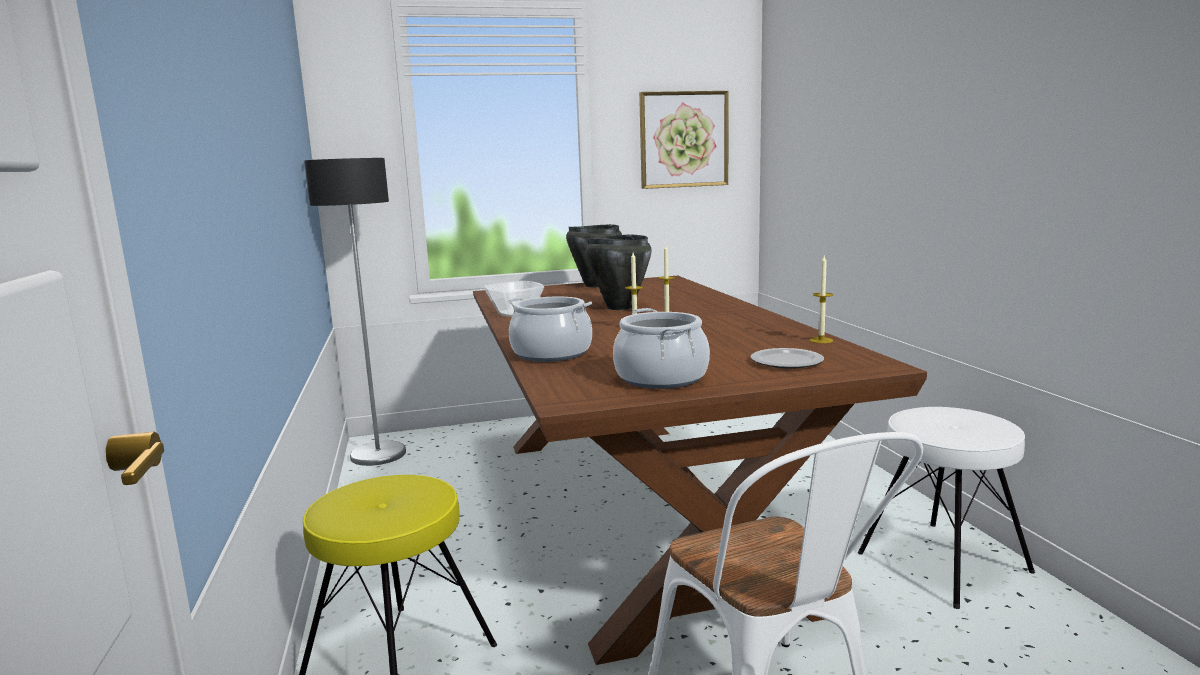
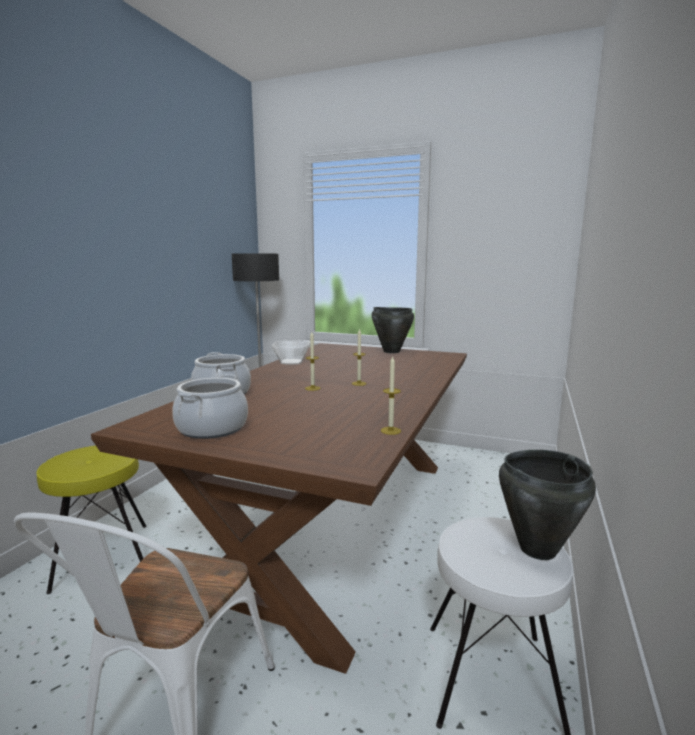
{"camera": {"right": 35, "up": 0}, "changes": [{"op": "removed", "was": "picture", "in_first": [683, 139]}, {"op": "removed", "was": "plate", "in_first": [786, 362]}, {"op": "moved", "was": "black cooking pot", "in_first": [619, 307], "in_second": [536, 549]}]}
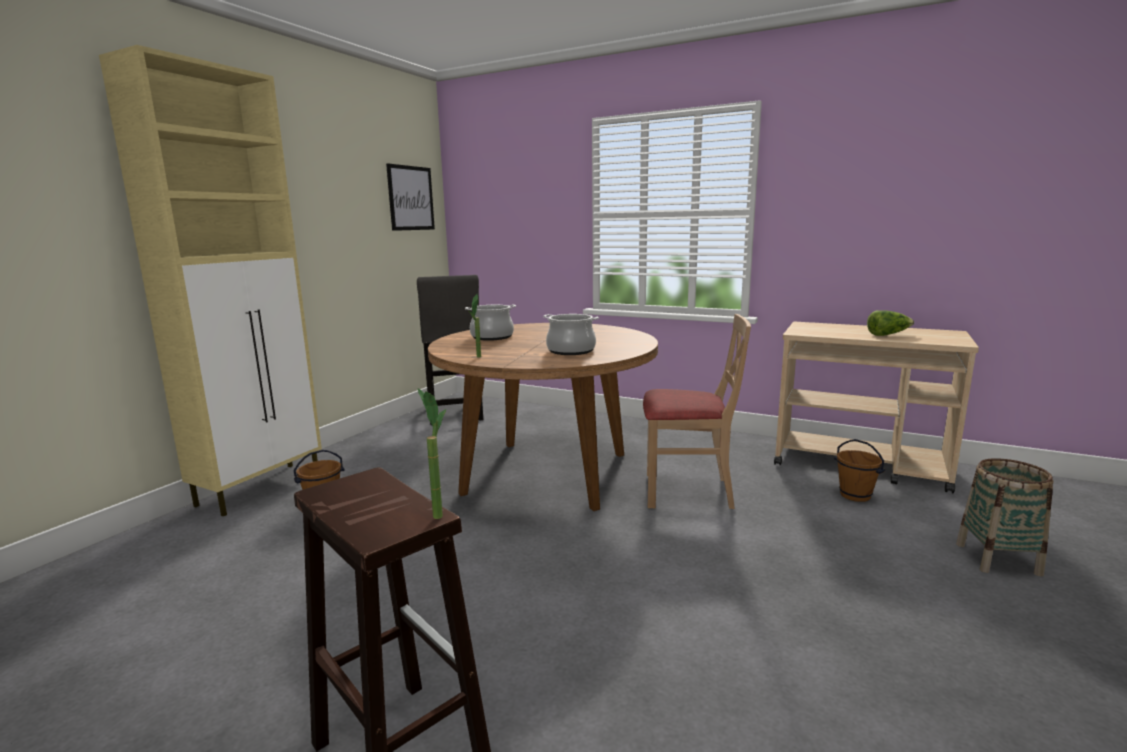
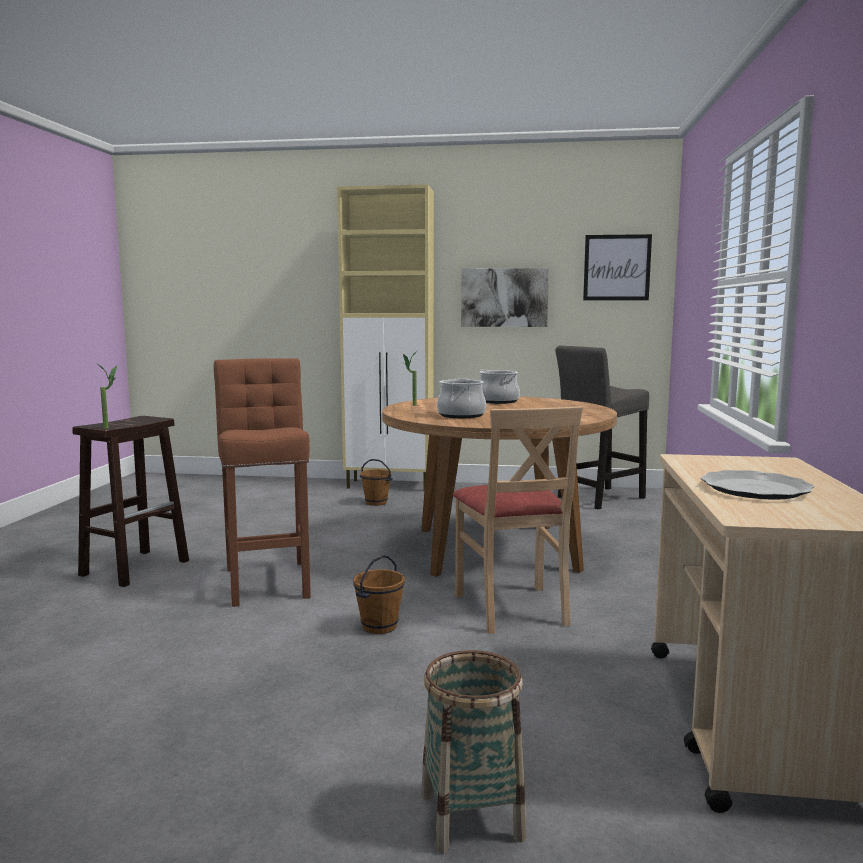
{"camera": {"right": 70, "up": -5}, "changes": [{"op": "added", "now": "brown stool", "in_second": [268, 580]}, {"op": "added", "now": "picture", "in_second": [504, 297]}, {"op": "moved", "was": "brown bucket", "in_first": [855, 495], "in_second": [380, 627]}, {"op": "replaced", "was": "lettuce", "now": "plate", "in_first": [887, 334], "in_second": [755, 489]}]}
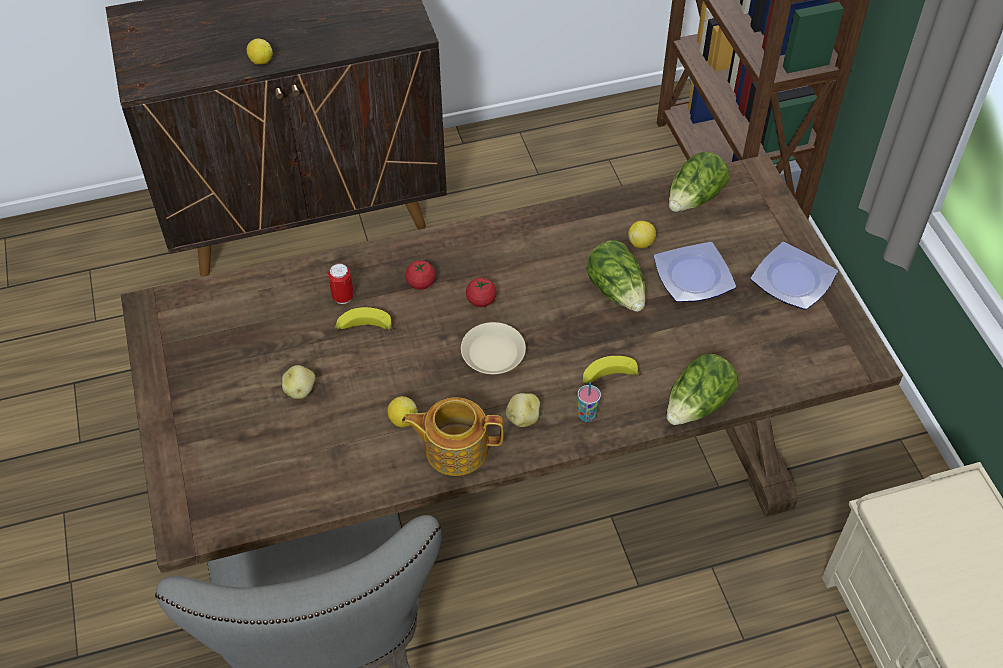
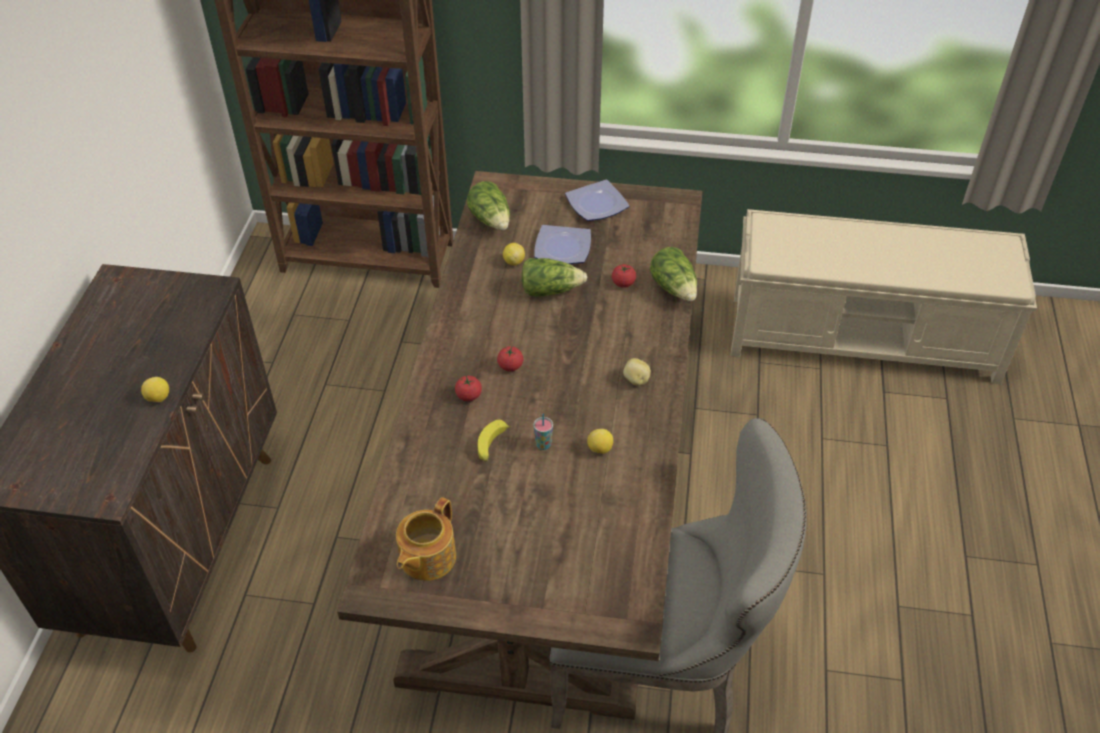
{"camera": {"right": -65, "up": -5}, "changes": [{"op": "removed", "was": "potato", "in_first": [300, 390]}, {"op": "removed", "was": "can", "in_first": [343, 297]}, {"op": "removed", "was": "beige plate", "in_first": [493, 352]}, {"op": "removed", "was": "banana", "in_first": [608, 377]}, {"op": "added", "now": "tomato", "in_second": [623, 283]}, {"op": "moved", "was": "teapot", "in_first": [455, 448], "in_second": [426, 557]}, {"op": "moved", "was": "cup", "in_first": [587, 415], "in_second": [543, 444]}]}
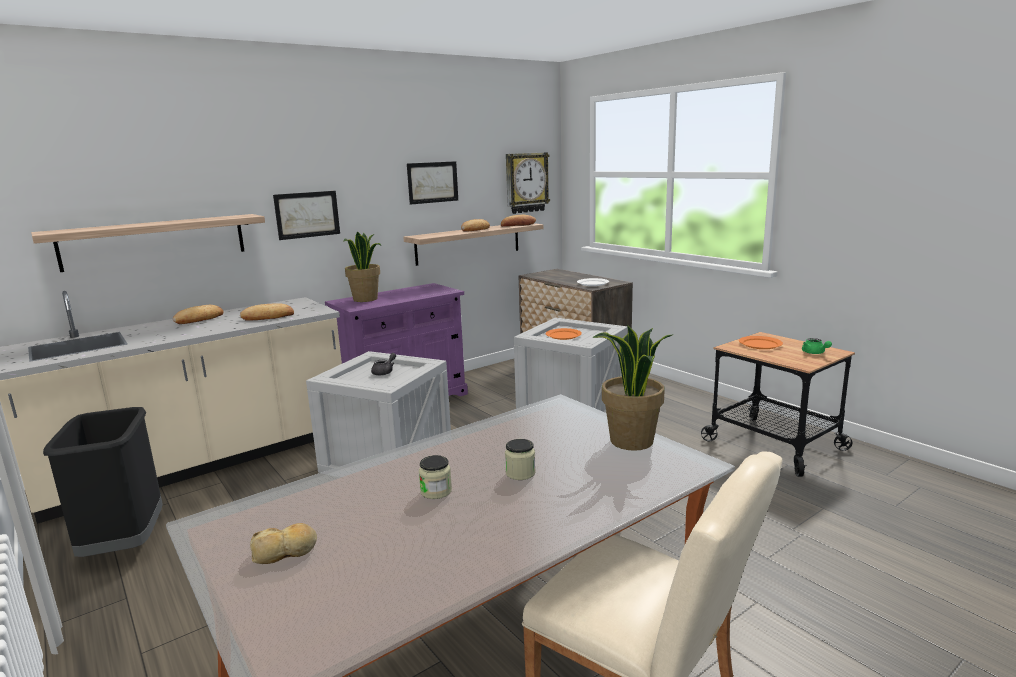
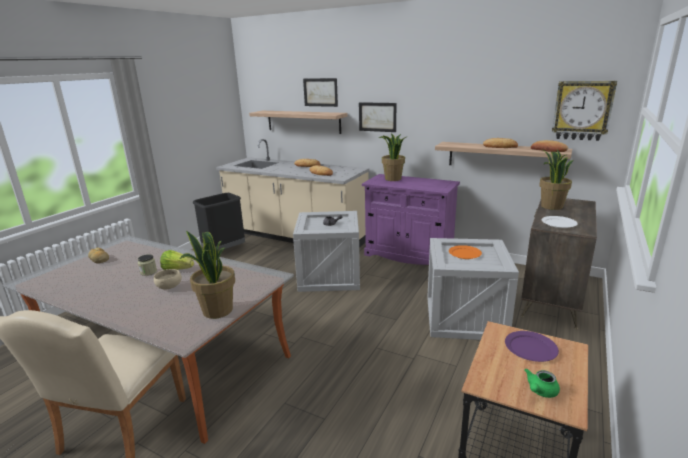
{"camera": {"right": 65, "up": 5}, "changes": [{"op": "added", "now": "lettuce", "in_second": [177, 269]}, {"op": "added", "now": "potted plant", "in_second": [551, 206]}, {"op": "moved", "was": "picture", "in_first": [432, 182], "in_second": [320, 92]}, {"op": "replaced", "was": "jar", "now": "beige bowl", "in_first": [520, 473], "in_second": [169, 286]}, {"op": "recoloured", "was": "orange plate", "now": "purple plate", "in_first": [759, 344], "in_second": [530, 348]}]}
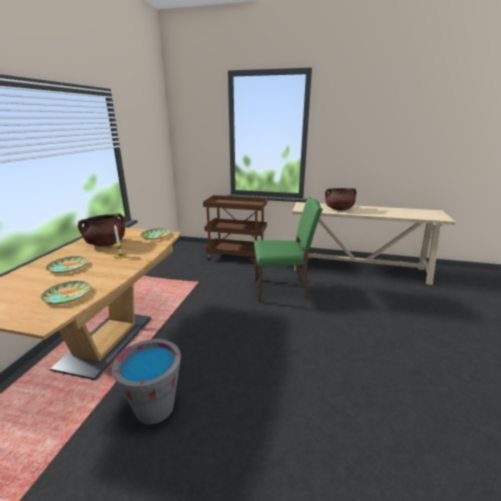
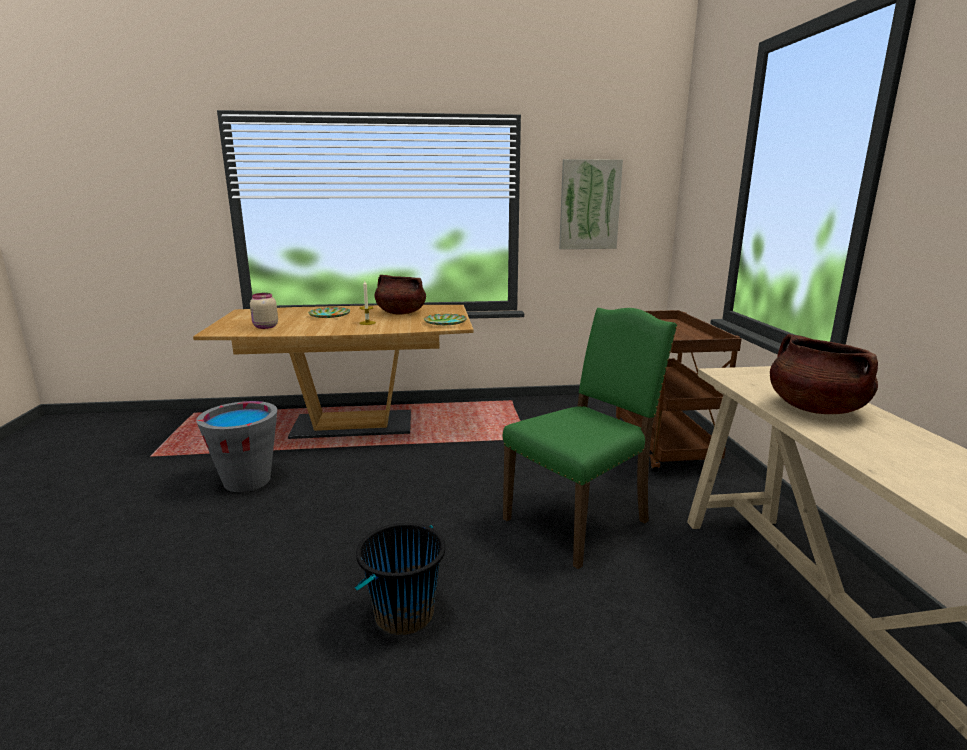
{"camera": {"right": 70, "up": -5}, "changes": [{"op": "added", "now": "black bucket", "in_second": [404, 614]}, {"op": "added", "now": "picture", "in_second": [589, 205]}, {"op": "replaced", "was": "plate", "now": "beige jar", "in_first": [67, 295], "in_second": [265, 327]}, {"op": "turned", "was": "green chair", "in_first": [282, 289], "in_second": [581, 520], "clockwise": -105}]}
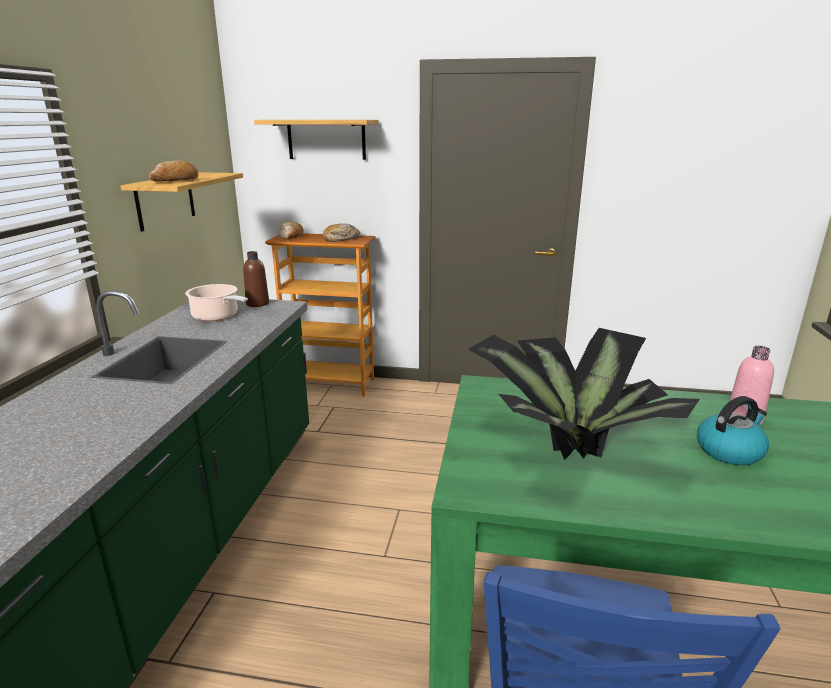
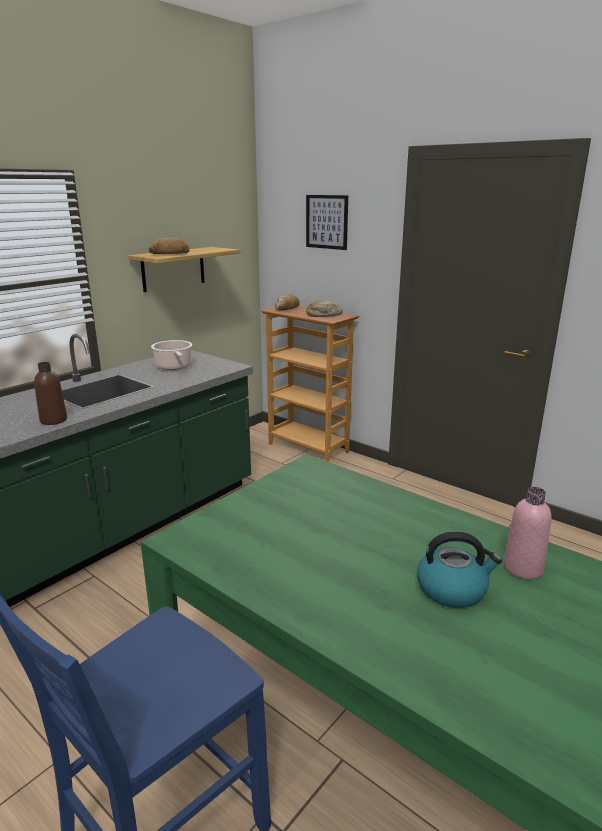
{"camera": {"right": 30, "up": 0}, "changes": [{"op": "removed", "was": "potted plant", "in_first": [569, 441]}, {"op": "moved", "was": "brown bottle", "in_first": [257, 304], "in_second": [53, 420]}, {"op": "replaced", "was": "shelf", "now": "picture", "in_first": [326, 139], "in_second": [327, 222]}]}
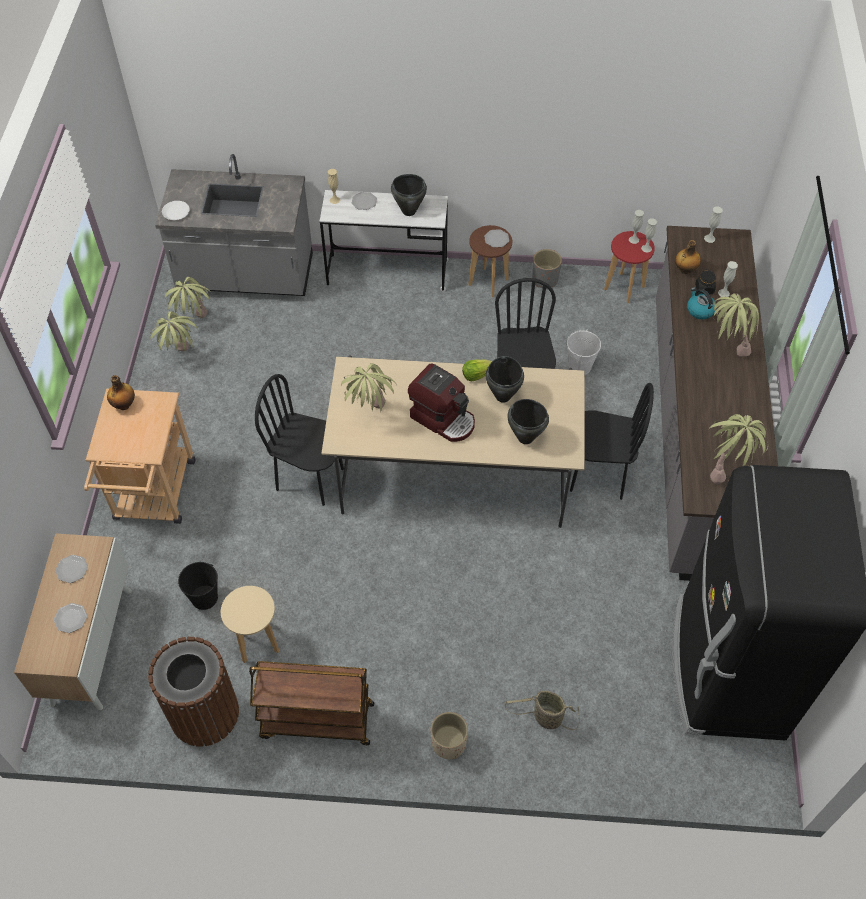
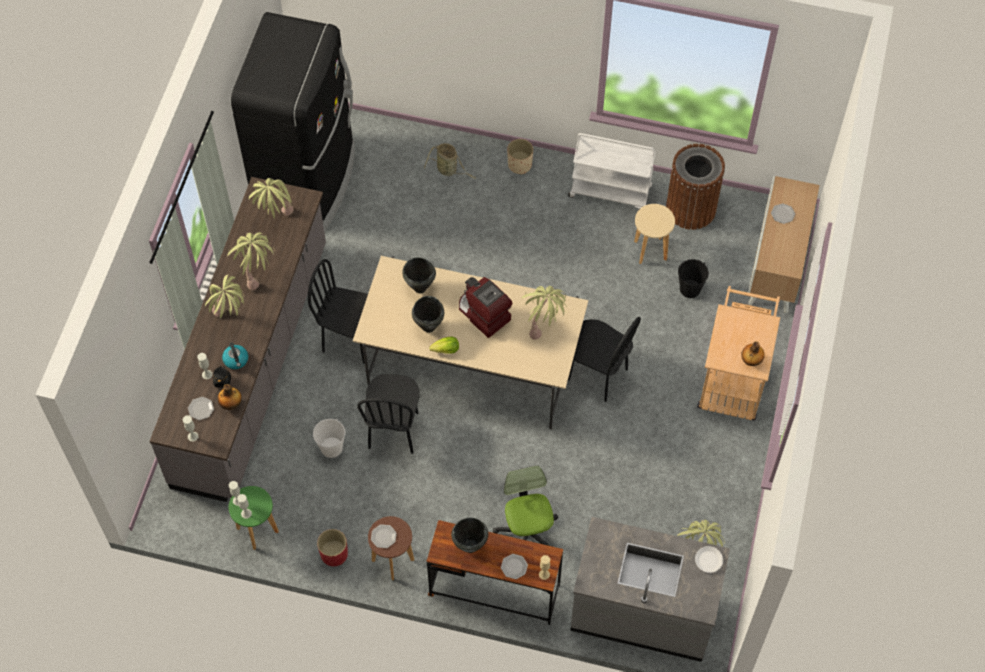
{"camera": {"right": -170, "up": 5}, "changes": [{"op": "added", "now": "office chair", "in_second": [527, 532]}, {"op": "moved", "was": "plate", "in_first": [71, 569], "in_second": [201, 409]}, {"op": "moved", "was": "potted plant", "in_first": [181, 359], "in_second": [256, 274]}, {"op": "recoloured", "was": "brown cart", "now": "white cart", "in_first": [316, 721], "in_second": [610, 191]}, {"op": "recoloured", "was": "white desk", "now": "brown desk", "in_first": [387, 272], "in_second": [494, 590]}, {"op": "recoloured", "was": "grey planter", "now": "red planter", "in_first": [545, 279], "in_second": [334, 554]}, {"op": "recoloured", "was": "red stool", "now": "green stool", "in_first": [624, 288], "in_second": [258, 530]}]}
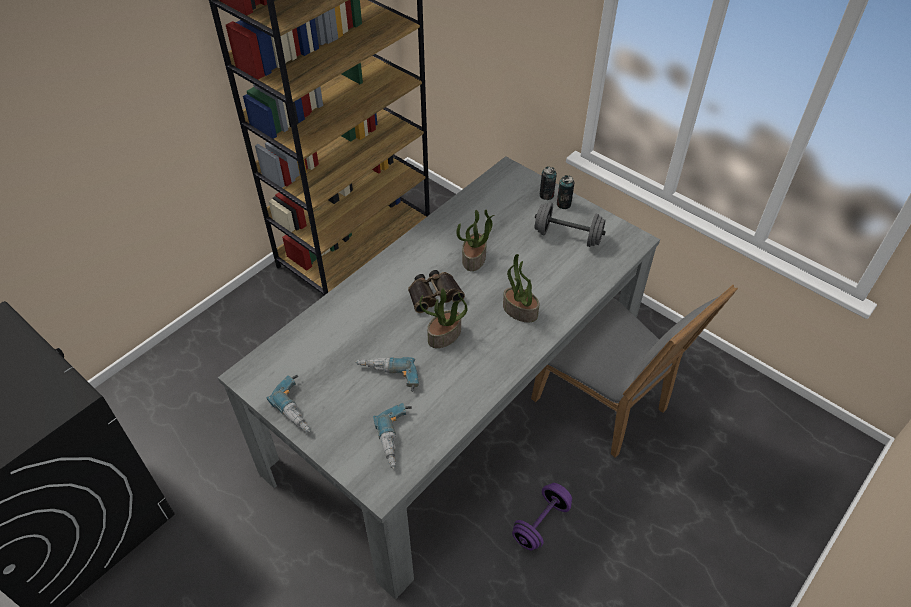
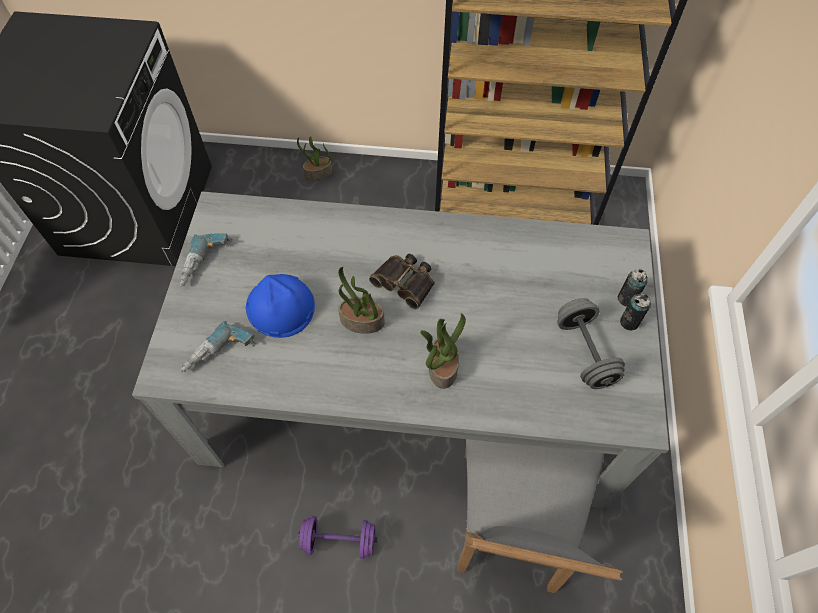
{"camera": {"right": 55, "up": 10}, "changes": [{"op": "moved", "was": "potted plant", "in_first": [474, 258], "in_second": [318, 174]}, {"op": "replaced", "was": "power drill", "now": "blue hard hat", "in_first": [387, 378], "in_second": [280, 306]}]}
